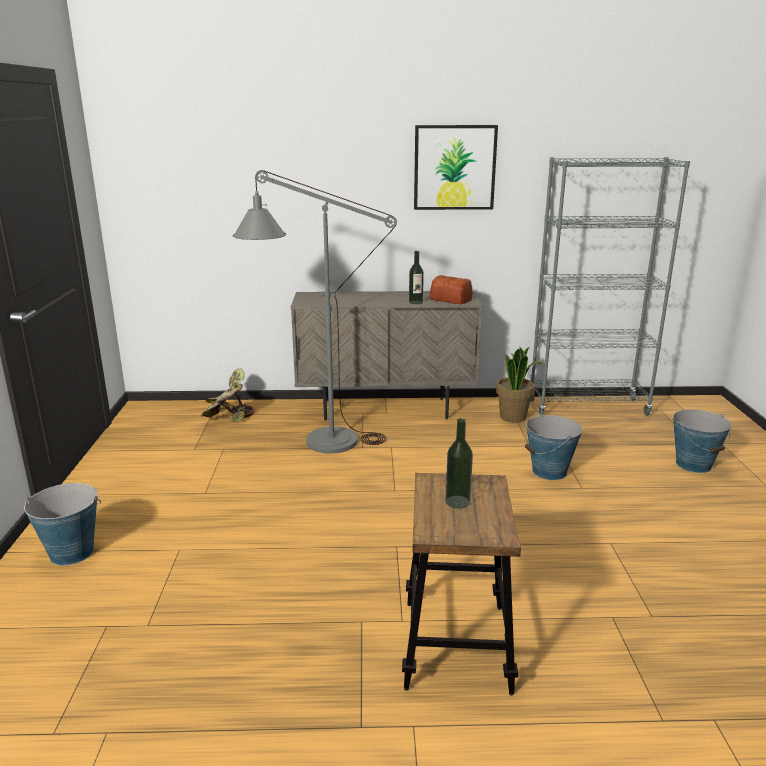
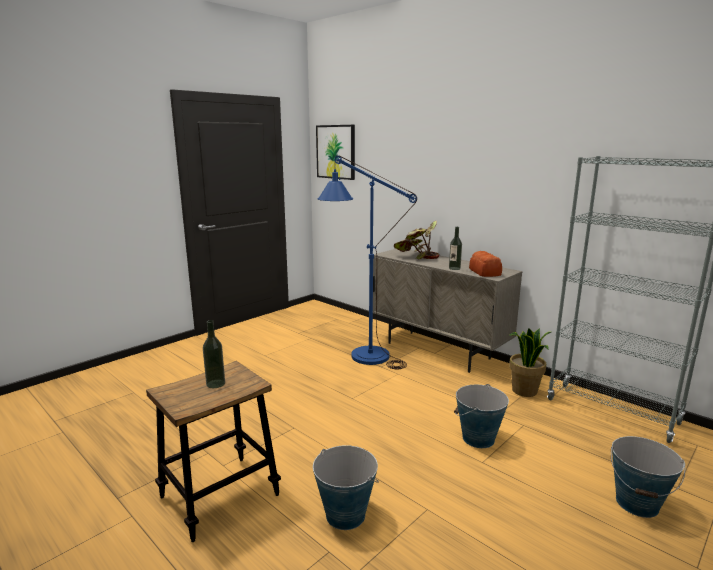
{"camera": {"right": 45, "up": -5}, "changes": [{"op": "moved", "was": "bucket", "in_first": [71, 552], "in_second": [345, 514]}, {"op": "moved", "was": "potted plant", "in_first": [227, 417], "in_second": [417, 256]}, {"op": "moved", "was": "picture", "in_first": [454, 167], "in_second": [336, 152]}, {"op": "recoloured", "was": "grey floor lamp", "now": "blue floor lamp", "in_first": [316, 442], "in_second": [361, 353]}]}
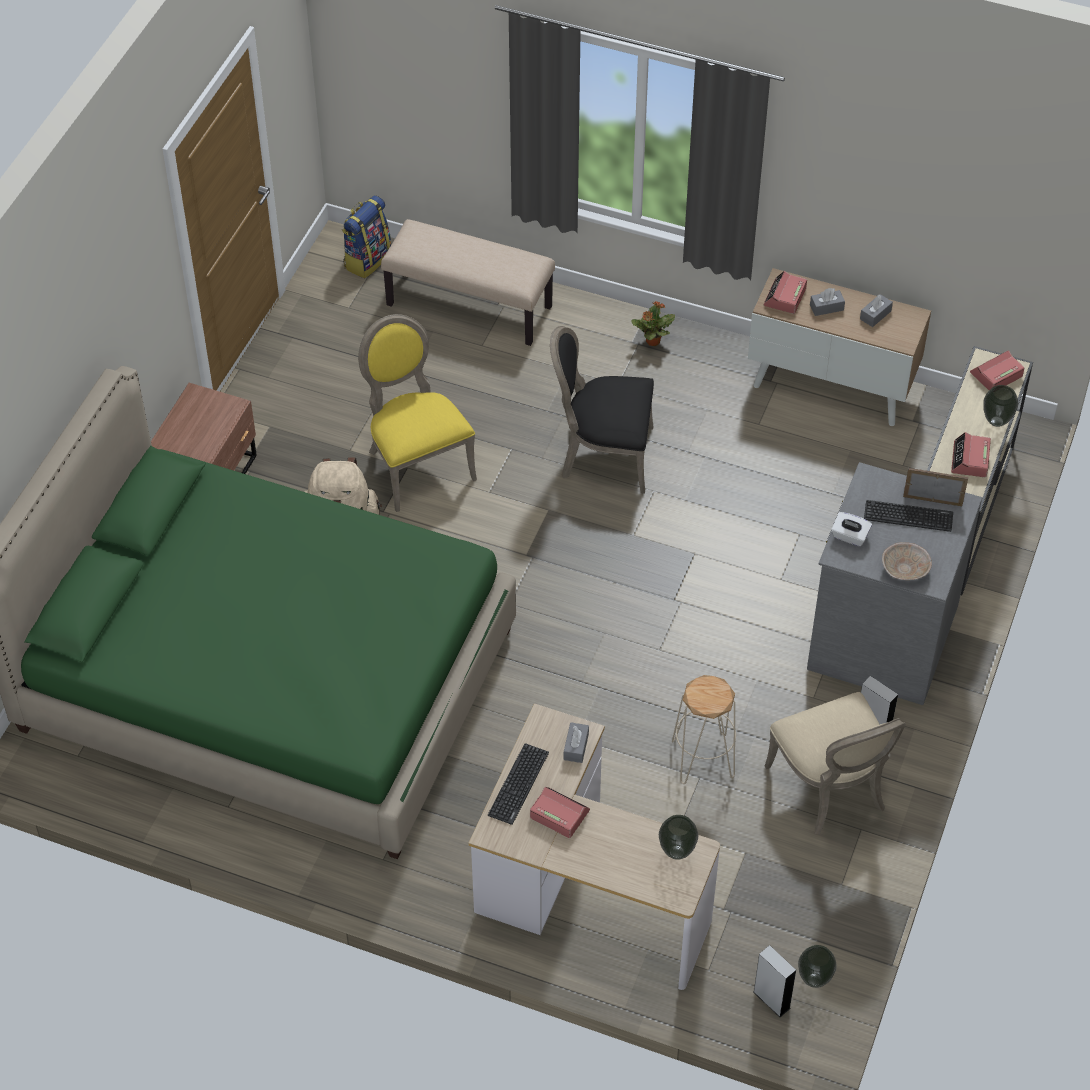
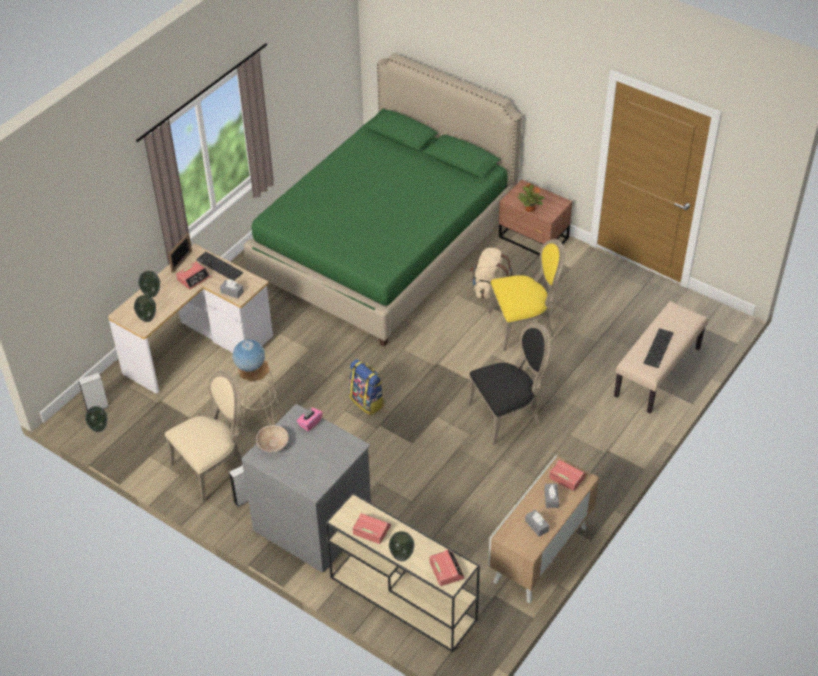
{"camera": {"right": 105, "up": -5}, "changes": [{"op": "added", "now": "vase", "in_second": [151, 294]}, {"op": "added", "now": "globe", "in_second": [250, 367]}, {"op": "moved", "was": "backpack", "in_first": [367, 259], "in_second": [367, 402]}, {"op": "moved", "was": "potted plant", "in_first": [652, 341], "in_second": [529, 209]}, {"op": "moved", "was": "keyboard", "in_first": [908, 516], "in_second": [658, 348]}, {"op": "moved", "was": "picture frame", "in_first": [932, 500], "in_second": [182, 261]}, {"op": "recoloured", "was": "white tissue box", "now": "pink tissue box", "in_first": [849, 537], "in_second": [310, 423]}, {"op": "turned", "was": "black chair", "in_first": [603, 455], "in_second": [507, 414], "clockwise": 45}, {"op": "turned", "was": "beige chair", "in_first": [831, 789], "in_second": [213, 467], "clockwise": 150}]}
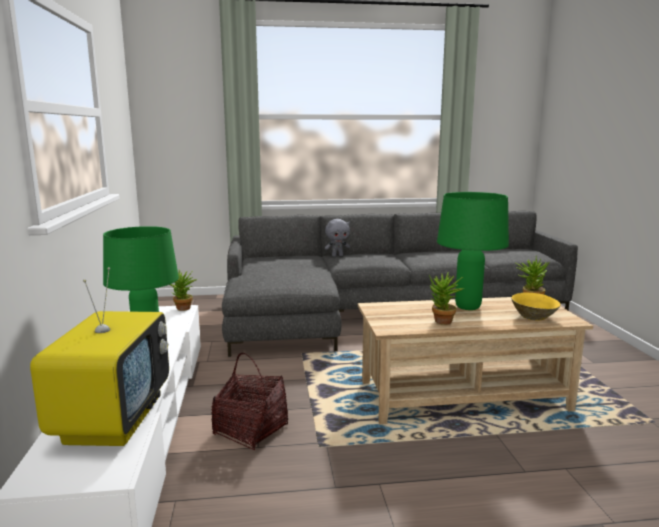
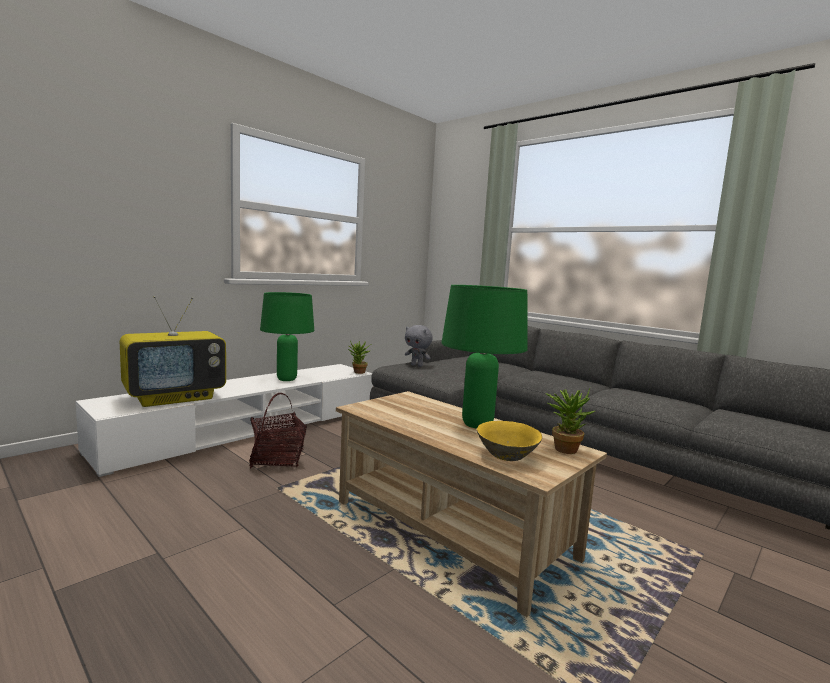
{"camera": {"right": 50, "up": -5}, "changes": [{"op": "removed", "was": "potted plant", "in_first": [442, 323]}, {"op": "moved", "was": "grey plush toy", "in_first": [337, 256], "in_second": [417, 365]}]}
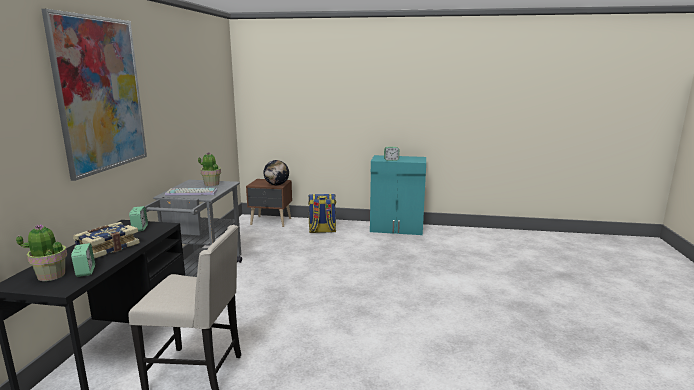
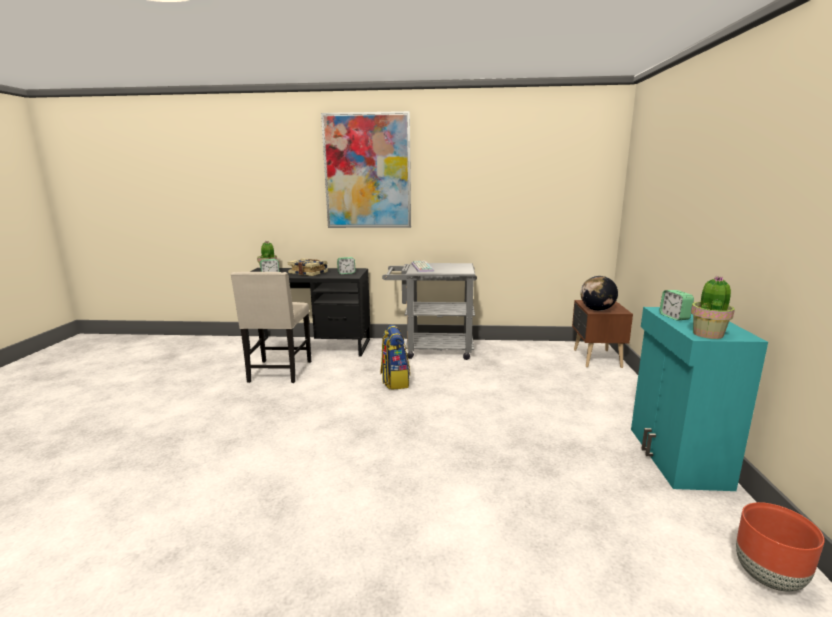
{"camera": {"right": 85, "up": 0}, "changes": [{"op": "added", "now": "brown planter", "in_second": [769, 578]}, {"op": "moved", "was": "potted plant", "in_first": [211, 184], "in_second": [708, 334]}, {"op": "moved", "was": "backpack", "in_first": [322, 231], "in_second": [395, 381]}]}
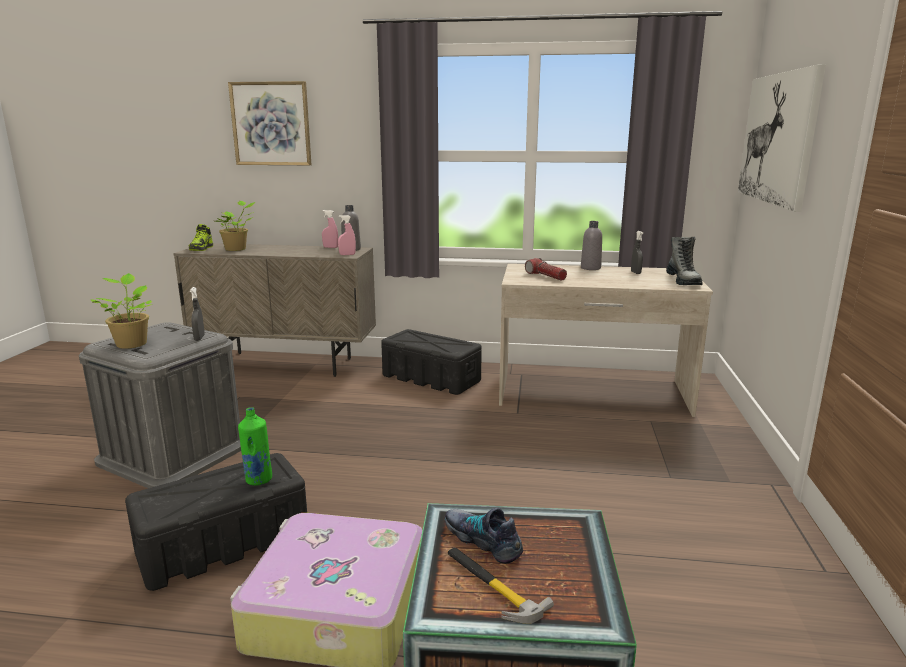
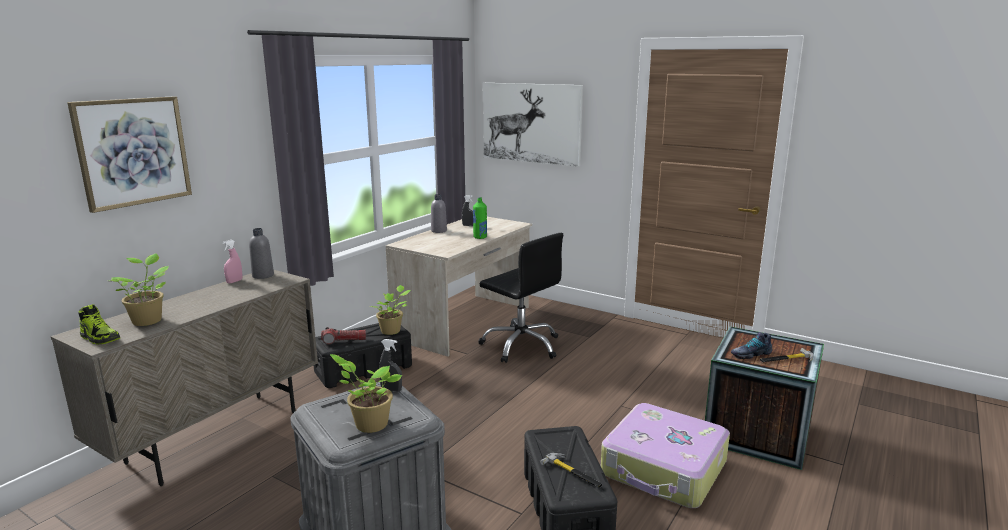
{"camera": {"right": -65, "up": 0}, "changes": [{"op": "removed", "was": "pink spray bottle", "in_first": [347, 254]}, {"op": "removed", "was": "boot", "in_first": [683, 281]}, {"op": "added", "now": "potted plant", "in_second": [392, 331]}, {"op": "added", "now": "black office chair", "in_second": [521, 345]}, {"op": "added", "now": "hammer", "in_second": [573, 472]}, {"op": "moved", "was": "green bottle", "in_first": [258, 480], "in_second": [480, 237]}, {"op": "moved", "was": "flashlight", "in_first": [545, 276], "in_second": [344, 341]}]}
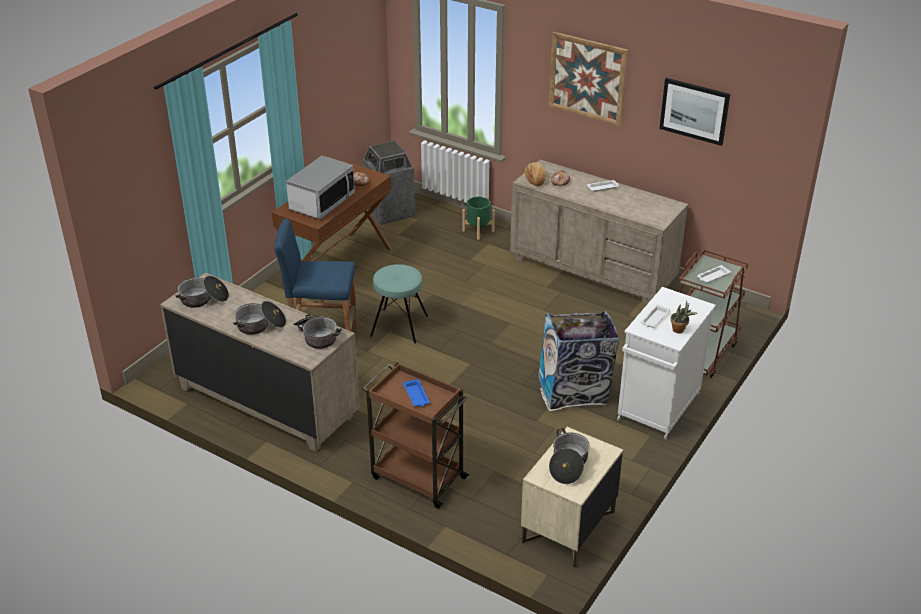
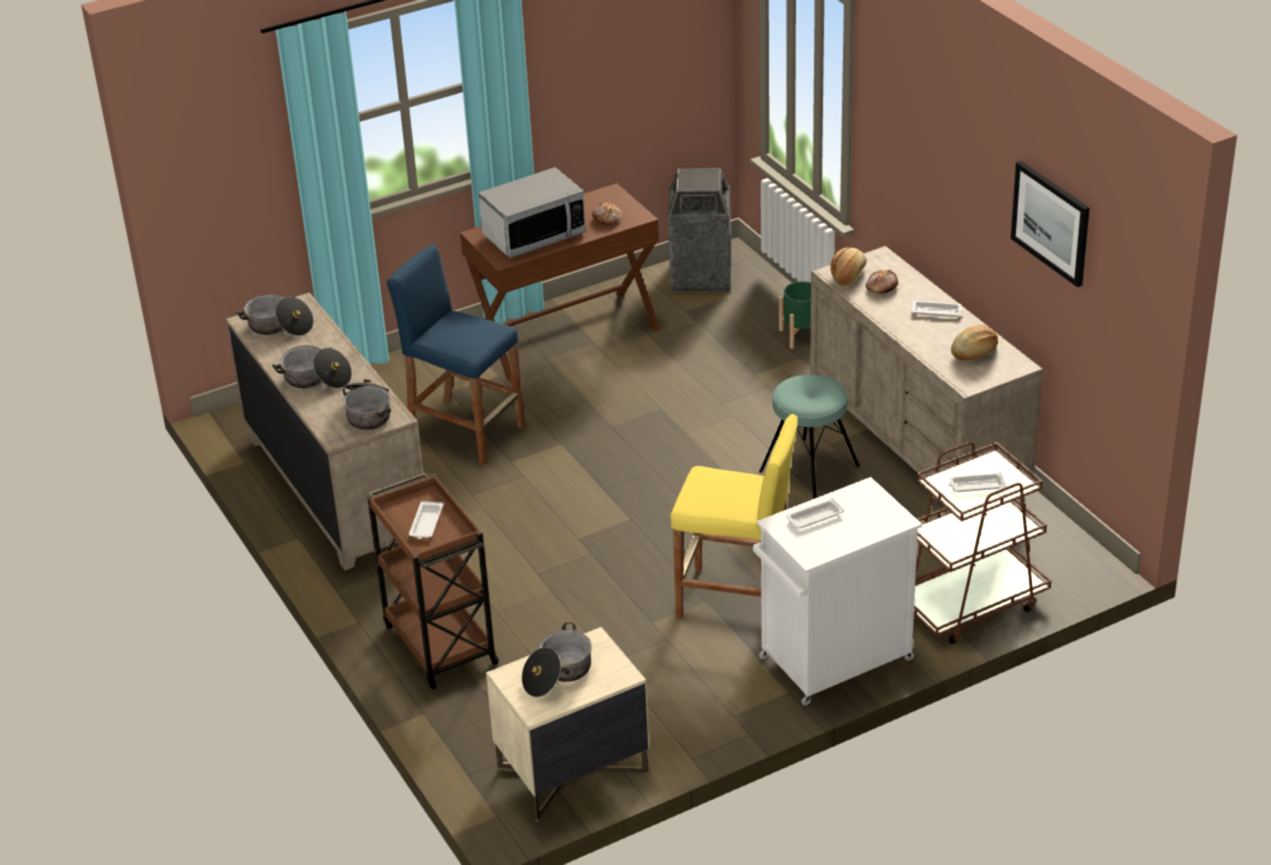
{"camera": {"right": 30, "up": 0}, "changes": [{"op": "removed", "was": "picture", "in_first": [587, 78]}, {"op": "removed", "was": "potted plant", "in_first": [680, 330]}, {"op": "added", "now": "bread", "in_second": [975, 352]}, {"op": "moved", "was": "turquoise stool", "in_first": [399, 326], "in_second": [809, 469]}, {"op": "replaced", "was": "trash can", "now": "yellow stool", "in_first": [574, 391], "in_second": [736, 600]}, {"op": "recoloured", "was": "blue tray", "now": "white tray", "in_first": [416, 396], "in_second": [426, 524]}]}
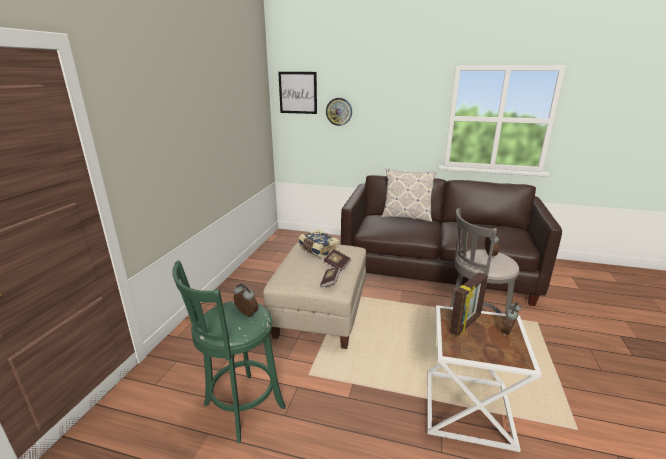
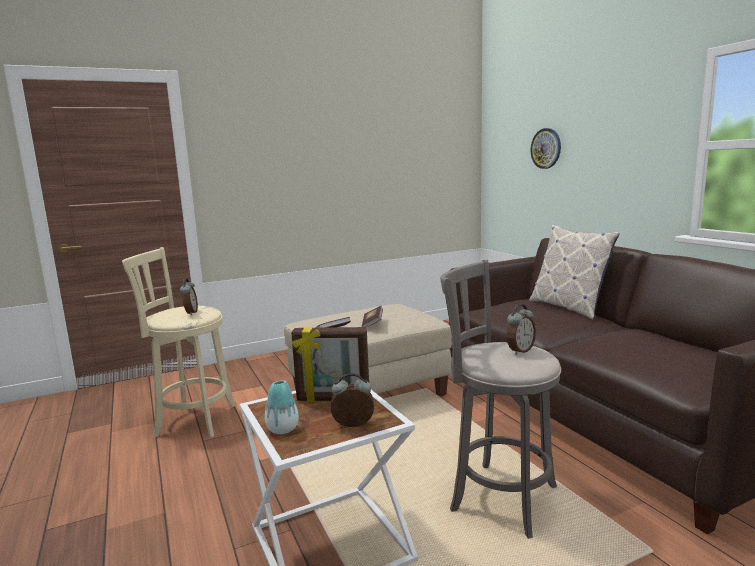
{"camera": {"right": 50, "up": -10}, "changes": [{"op": "removed", "was": "picture", "in_first": [298, 92]}, {"op": "removed", "was": "book", "in_first": [318, 250]}, {"op": "added", "now": "vase", "in_second": [282, 429]}, {"op": "recoloured", "was": "green stool", "now": "beige stool", "in_first": [240, 408], "in_second": [192, 420]}]}
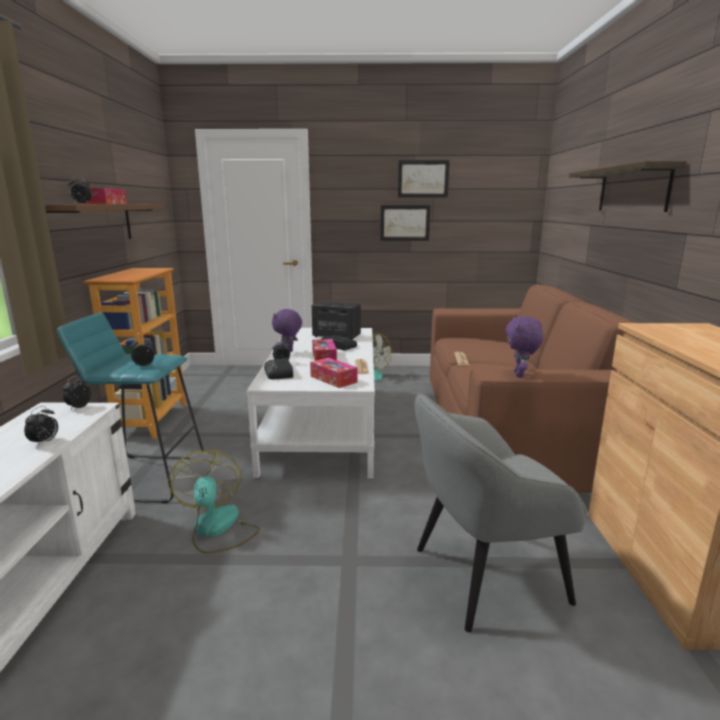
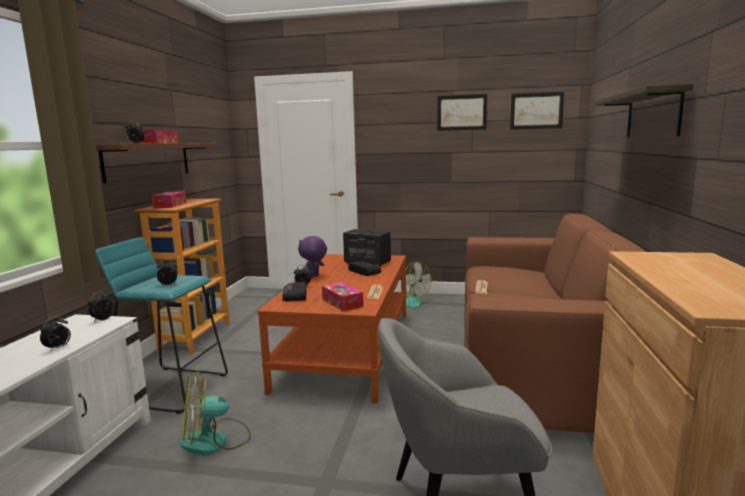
{"camera": {"right": 10, "up": -5}, "changes": [{"op": "removed", "was": "purple plush toy", "in_first": [520, 375]}, {"op": "moved", "was": "tissue box", "in_first": [324, 357], "in_second": [170, 205]}, {"op": "moved", "was": "picture", "in_first": [405, 223], "in_second": [536, 110]}, {"op": "recoloured", "was": "white coffee table", "now": "brown coffee table", "in_first": [323, 425], "in_second": [347, 349]}, {"op": "turned", "was": "fan", "in_first": [217, 529], "in_second": [215, 441], "clockwise": -105}]}
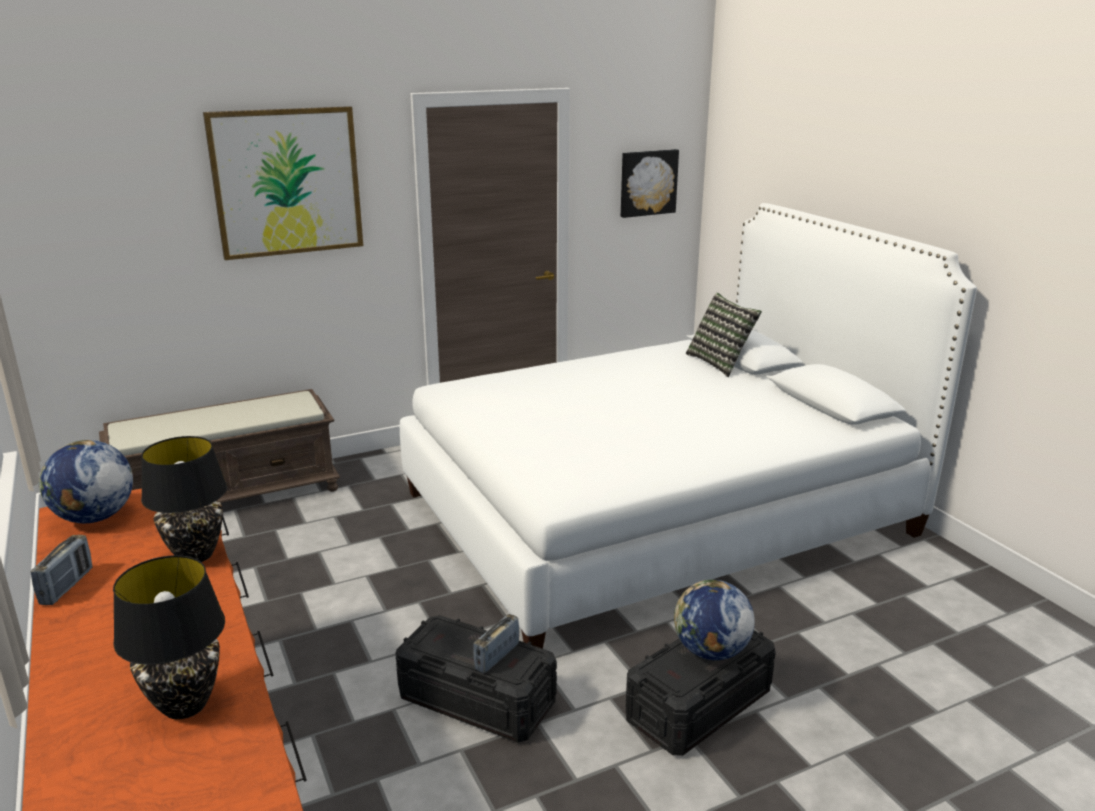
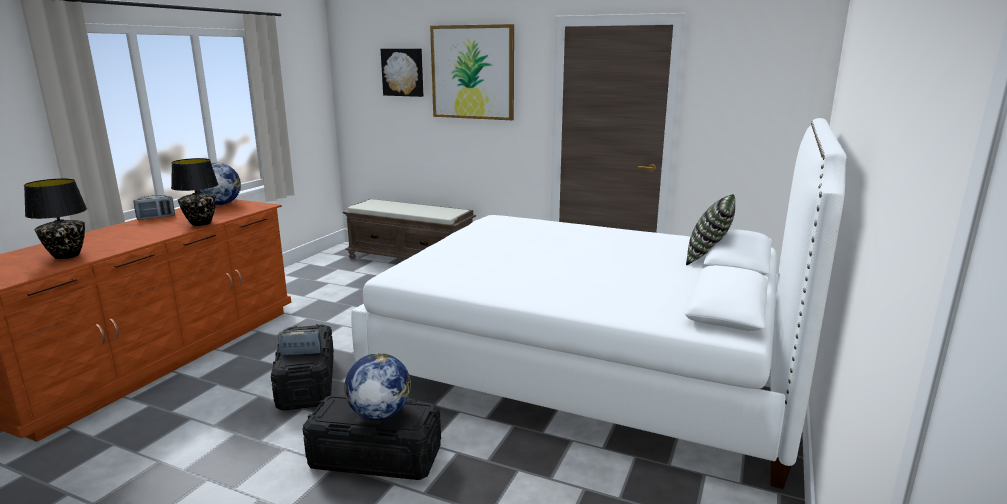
{"camera": {"right": 50, "up": -5}, "changes": [{"op": "moved", "was": "picture", "in_first": [647, 182], "in_second": [403, 72]}]}
